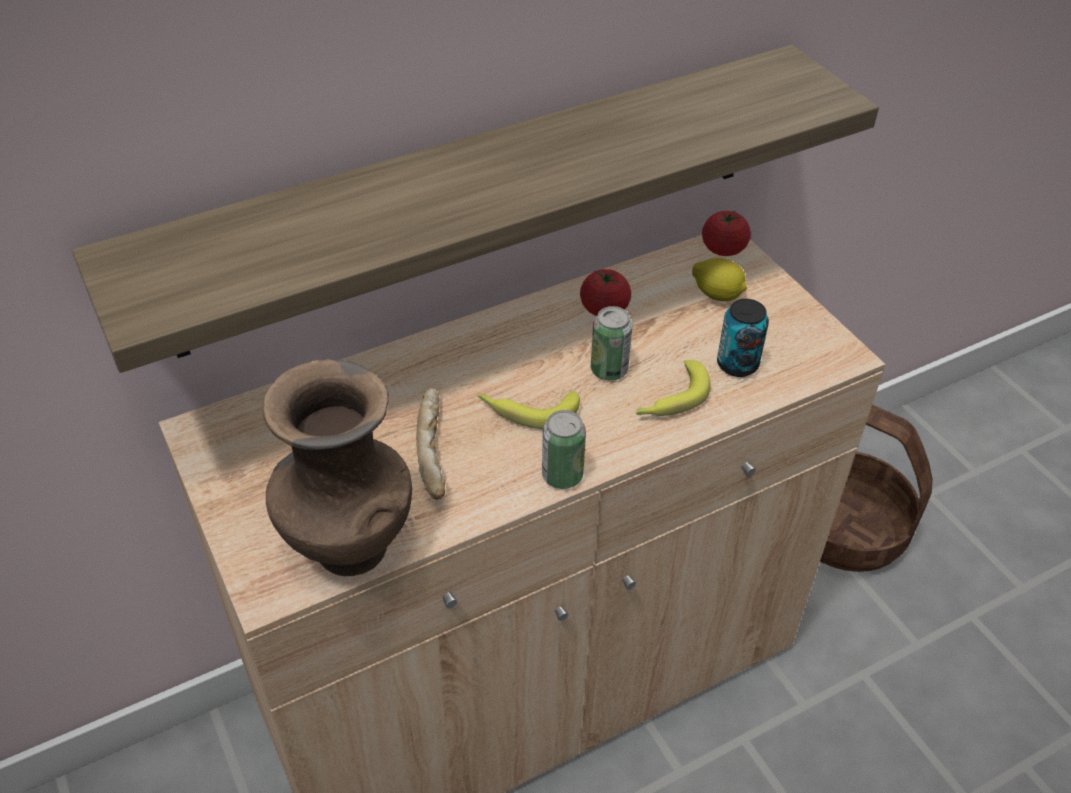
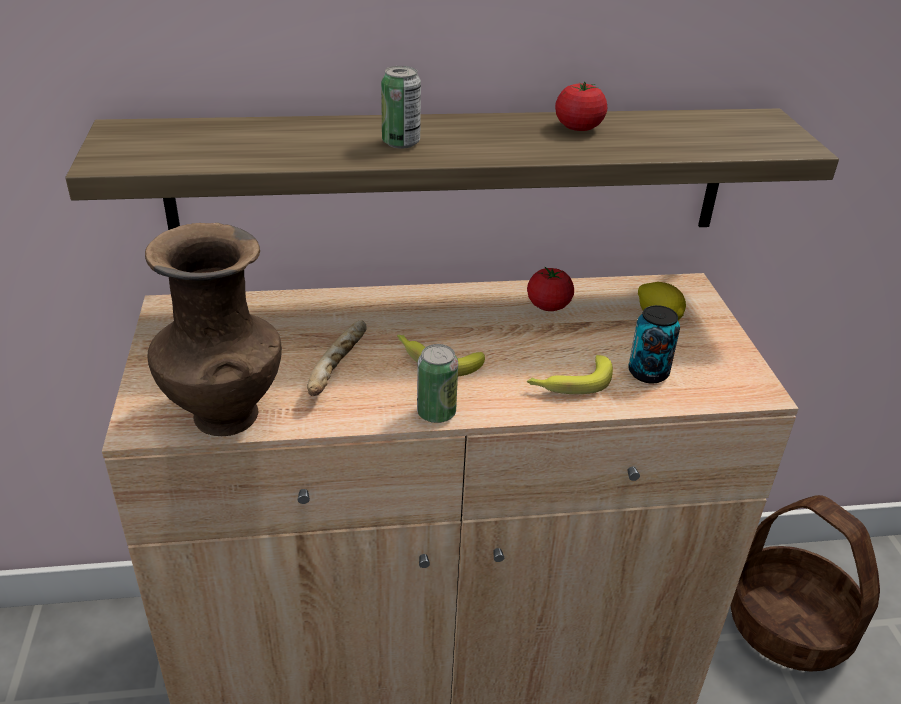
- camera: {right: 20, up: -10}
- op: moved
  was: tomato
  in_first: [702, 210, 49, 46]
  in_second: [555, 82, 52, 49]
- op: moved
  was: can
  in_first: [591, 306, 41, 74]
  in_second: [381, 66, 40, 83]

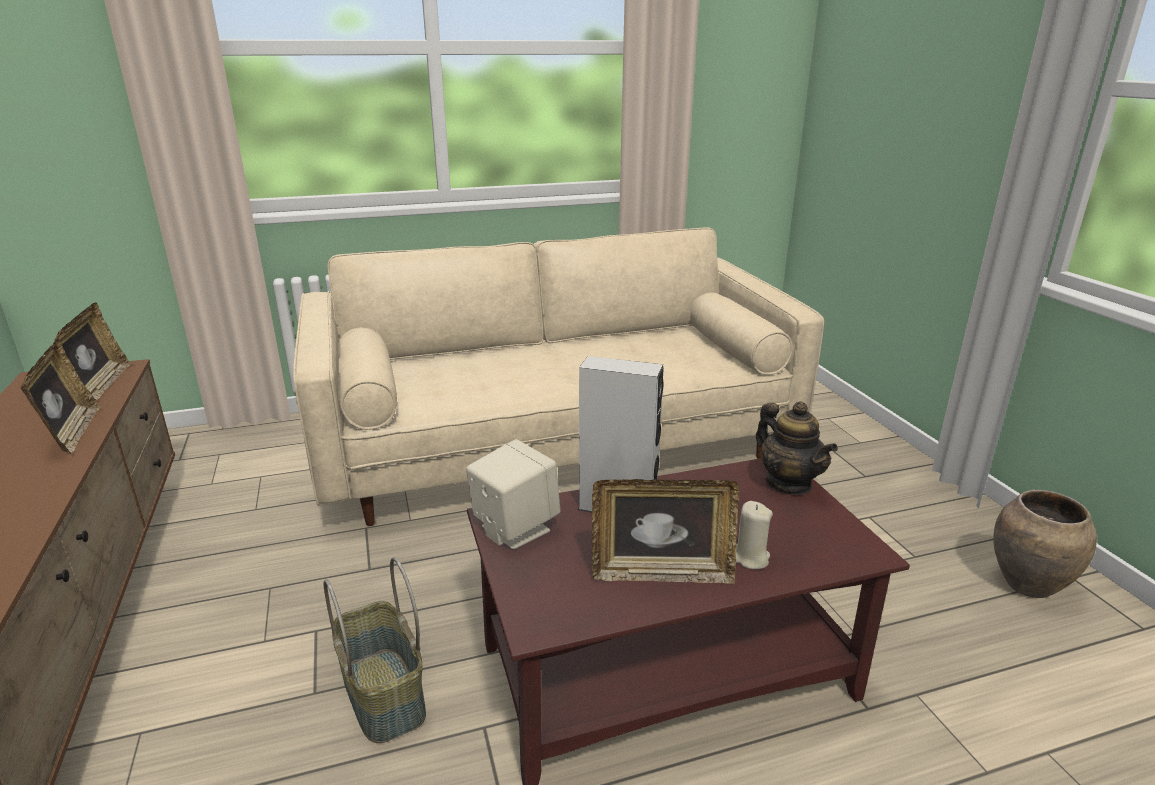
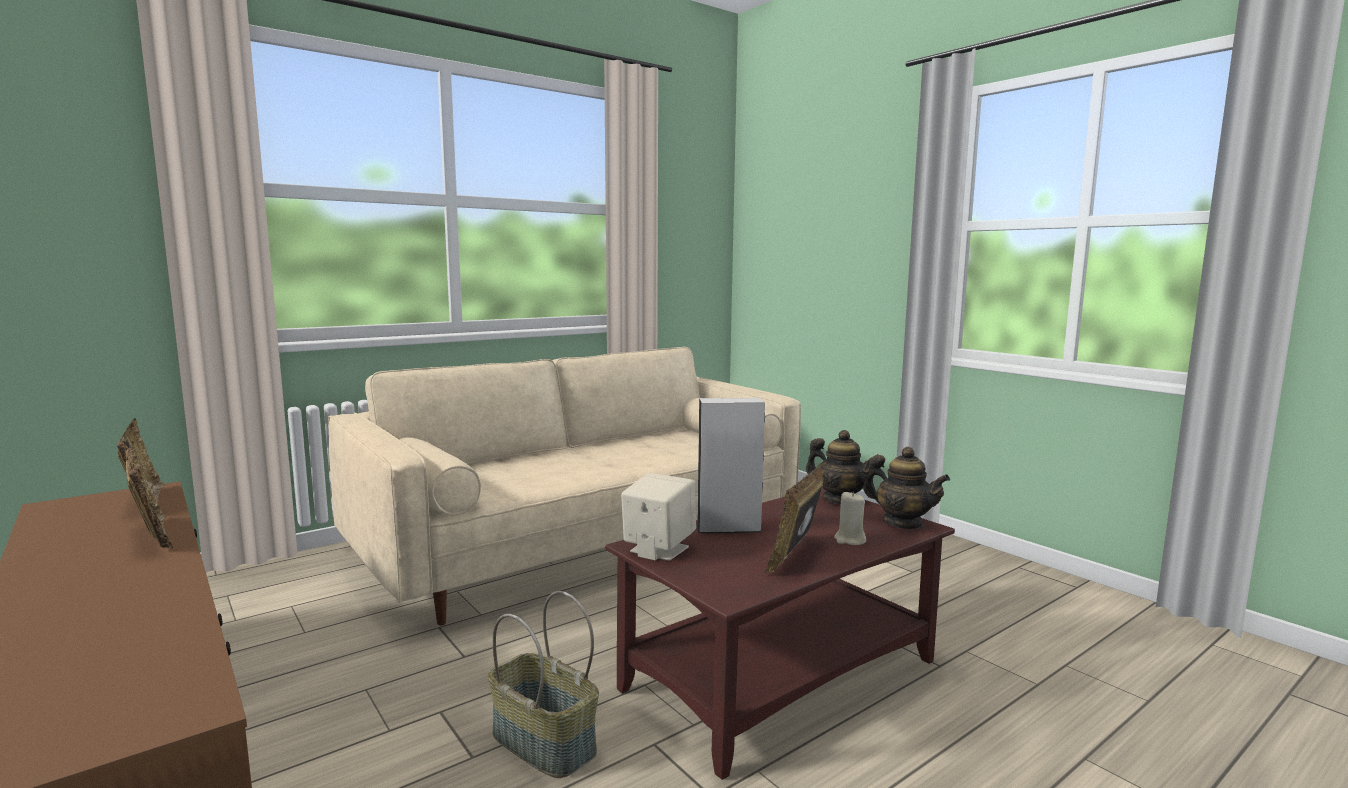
- camera: {right: -20, up: -15}
- op: turned
  was: picture frame
  in_first: [591, 479, 148, 105]
  in_second: [764, 463, 60, 110]
  clockwise: 135
- op: removed
  was: brown vase
  in_first: [993, 490, 104, 108]
- op: added
  now: teapot
  in_second: [863, 447, 87, 82]

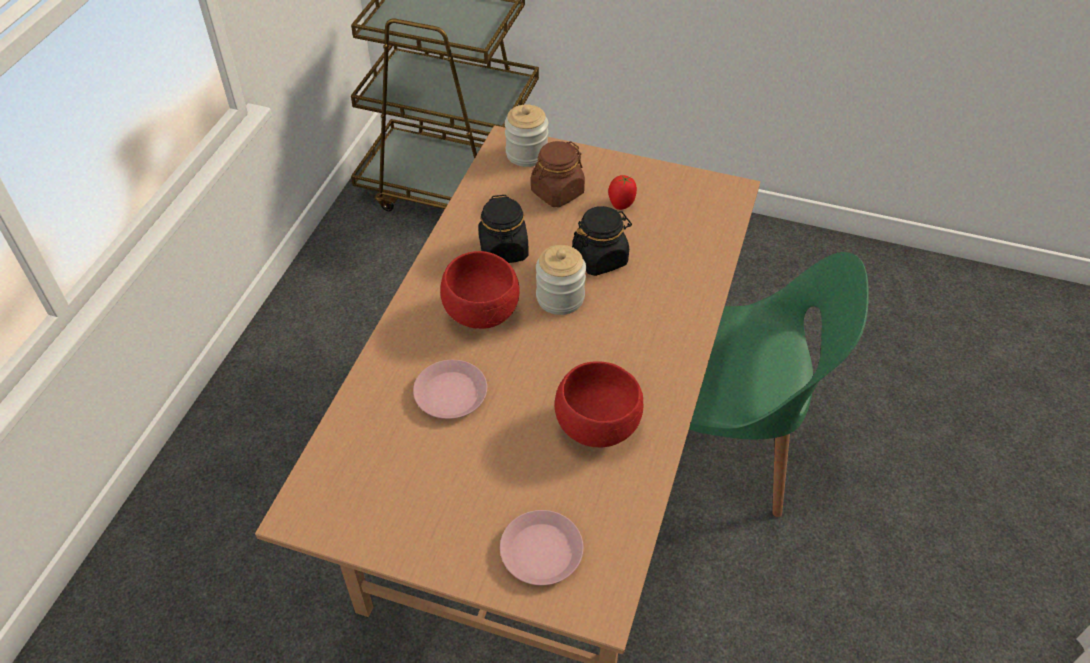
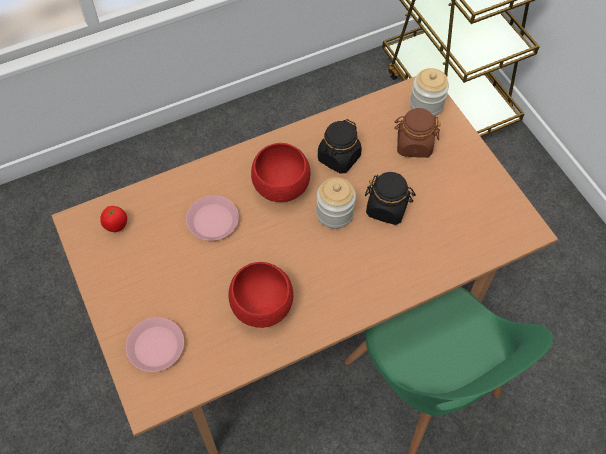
- camera: {right: 45, up: 10}
- op: moved
  was: tomato
  in_first: [608, 175, 29, 35]
  in_second: [100, 206, 27, 26]

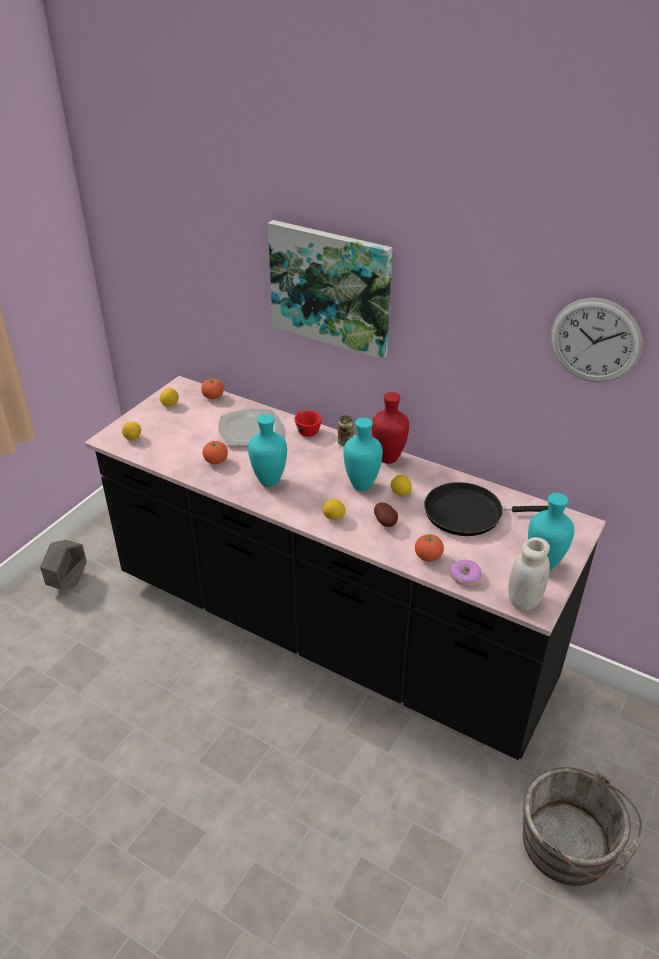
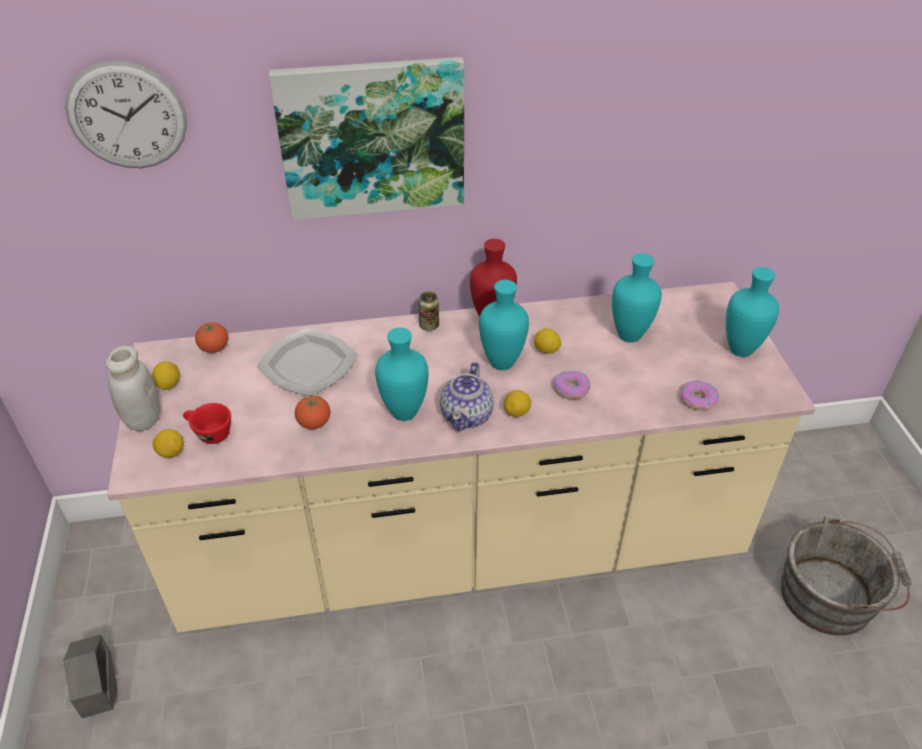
- camera: {right: -40, up: 5}
- op: moved
  was: wall clock
  in_first: [550, 298, 93, 84]
  in_second: [65, 61, 122, 107]
- op: recoloured
  was: black counter
  now: beige counter
  in_first: [85, 376, 521, 384]
  in_second: [107, 282, 709, 350]
- op: moved
  was: red cup
  in_first: [294, 411, 28, 26]
  in_second: [183, 403, 48, 41]
- op: replaced
  was: black frying pan
  now: turquoise vase
  in_first: [424, 482, 124, 54]
  in_second: [612, 253, 50, 90]
- op: replaced
  was: potato
  now: donut
  in_first: [374, 503, 24, 24]
  in_second: [553, 371, 37, 28]
- op: removed
  was: tomato
  in_first: [415, 534, 29, 28]
- op: moved
  was: white jar
  in_first: [509, 537, 41, 73]
  in_second: [106, 346, 54, 85]
- op: added
  now: teapot
  in_second: [440, 362, 54, 69]

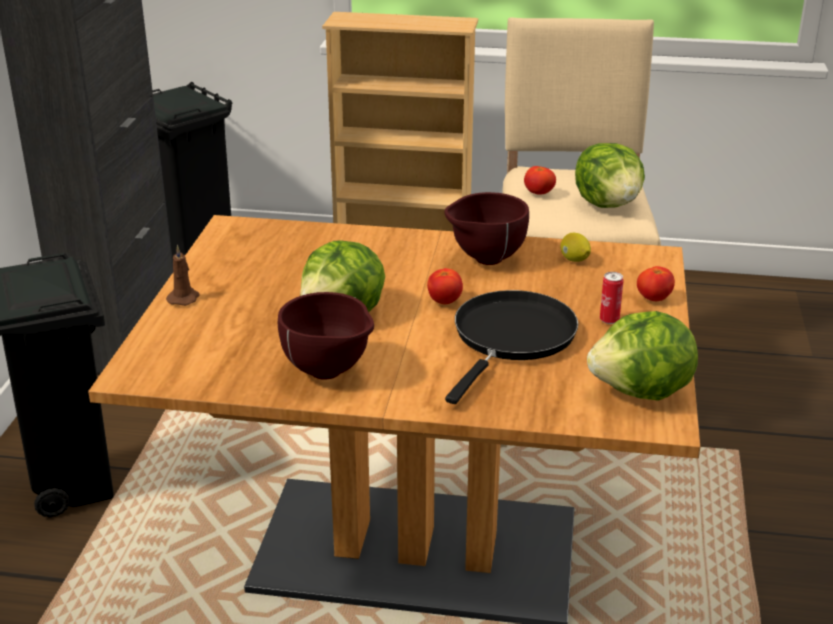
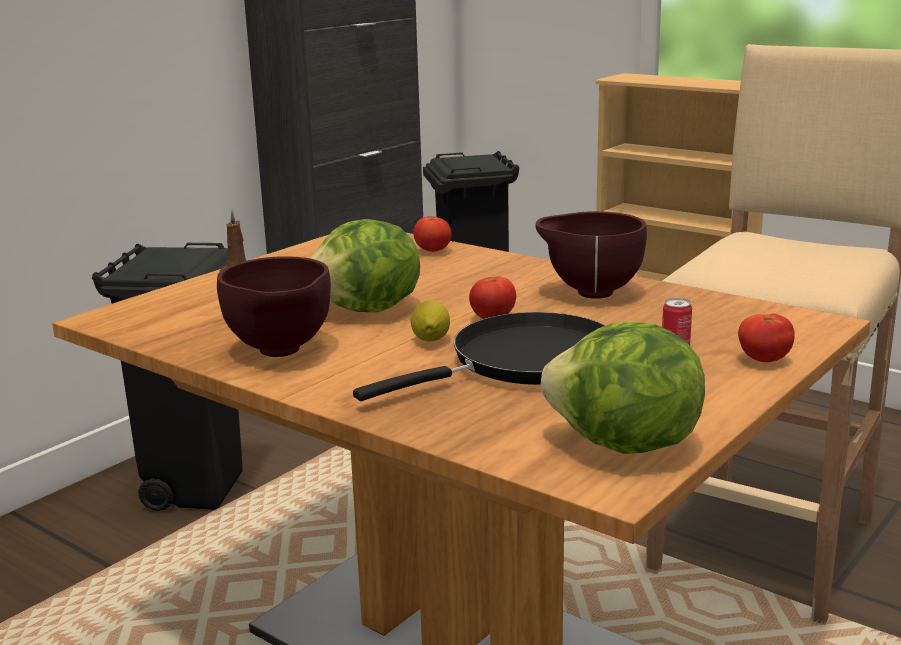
- camera: {right: 30, up: -10}
- op: removed
  was: lettuce
  in_first: [575, 143, 70, 65]
- op: moved
  was: tomato
  in_first: [524, 166, 32, 29]
  in_second: [413, 216, 38, 36]
- op: moved
  was: lemon
  in_first: [561, 233, 30, 29]
  in_second: [410, 300, 40, 41]

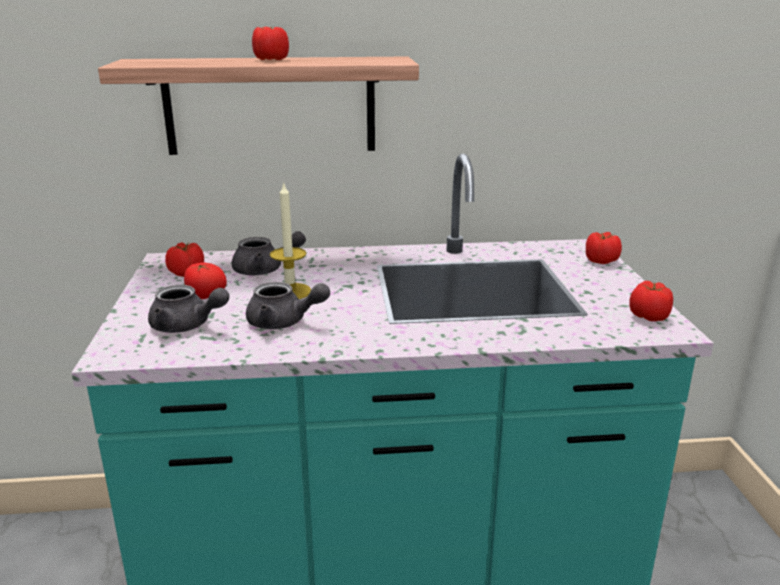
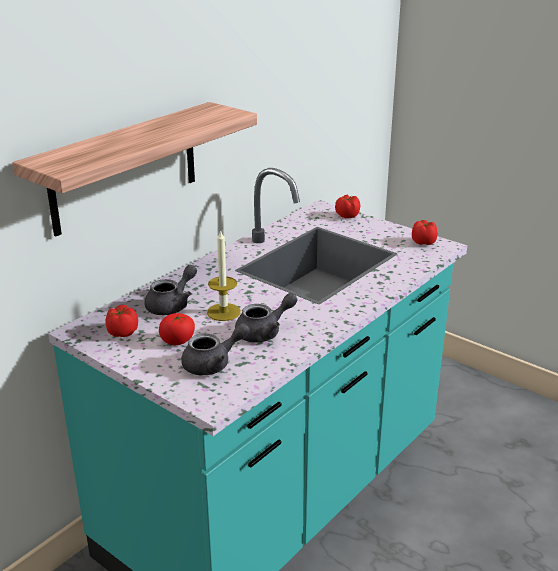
- camera: {right: -45, up: 5}
- op: removed
  was: tomato
  in_first: [252, 27, 37, 33]

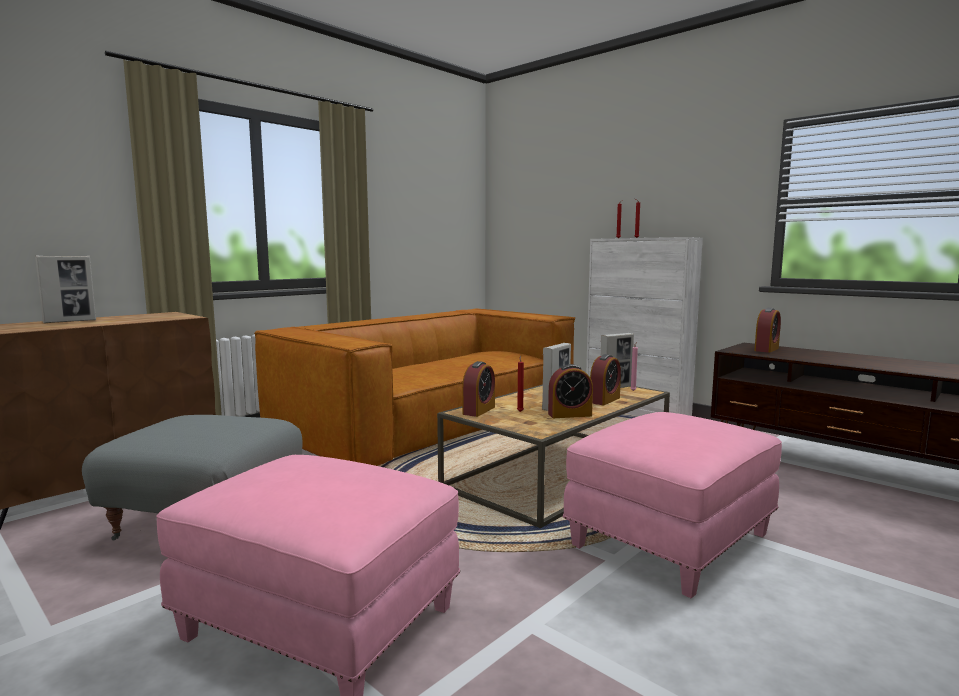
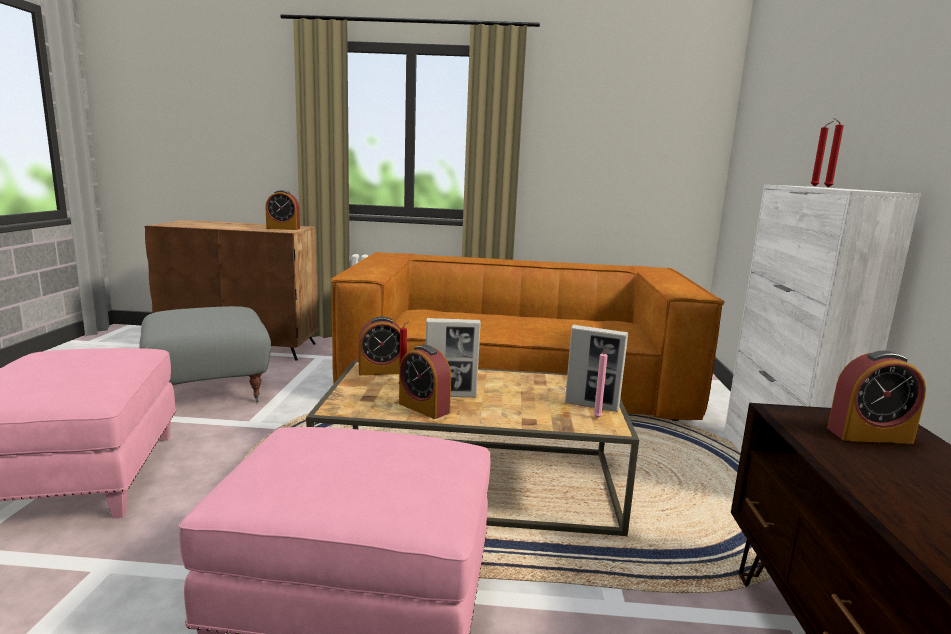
- camera: {right: 50, up: 5}
- op: removed
  was: picture frame
  in_first: [35, 255, 61, 68]
- op: moved
  was: alarm clock
  in_first: [590, 354, 31, 51]
  in_second: [265, 190, 35, 40]

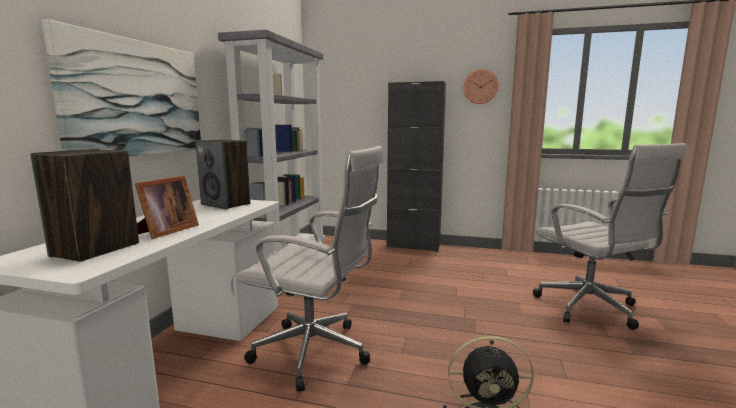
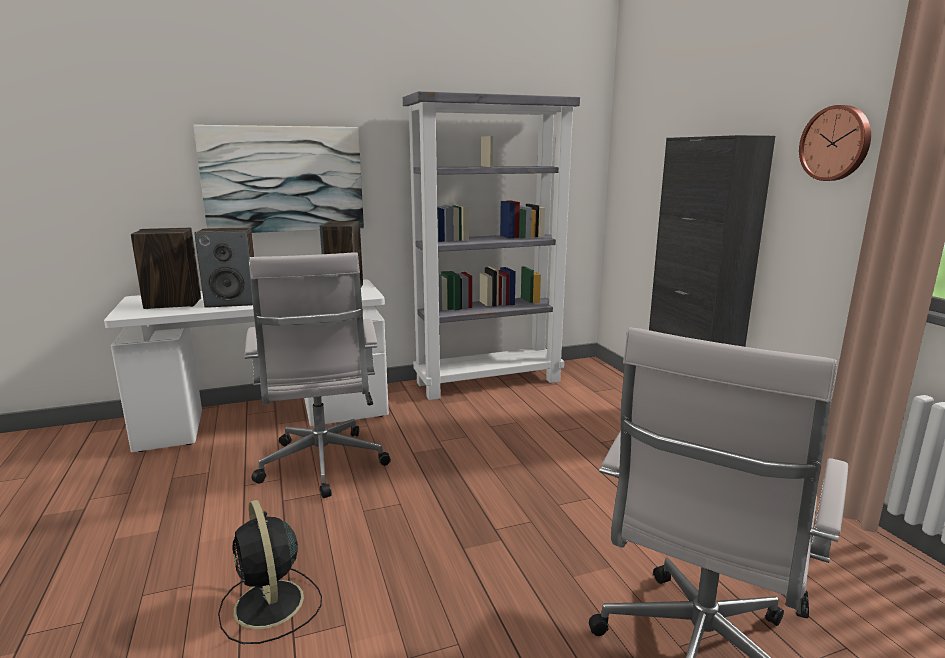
- camera: {right: 55, up: 5}
- op: replaced
  was: picture frame
  now: speaker
  in_first: [135, 176, 64, 63]
  in_second: [194, 227, 60, 81]

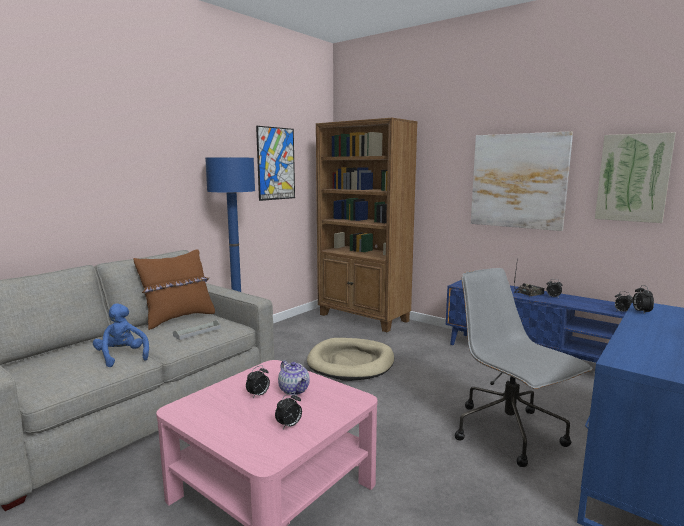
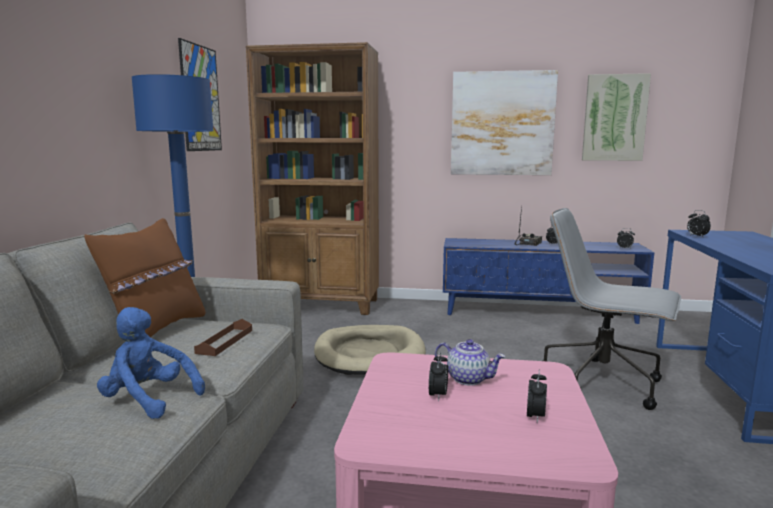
- camera: {right: -30, up: 0}
- op: recoloured
  was: grey tray
  now: brown tray
  in_first: [173, 320, 48, 20]
  in_second: [194, 319, 58, 37]

